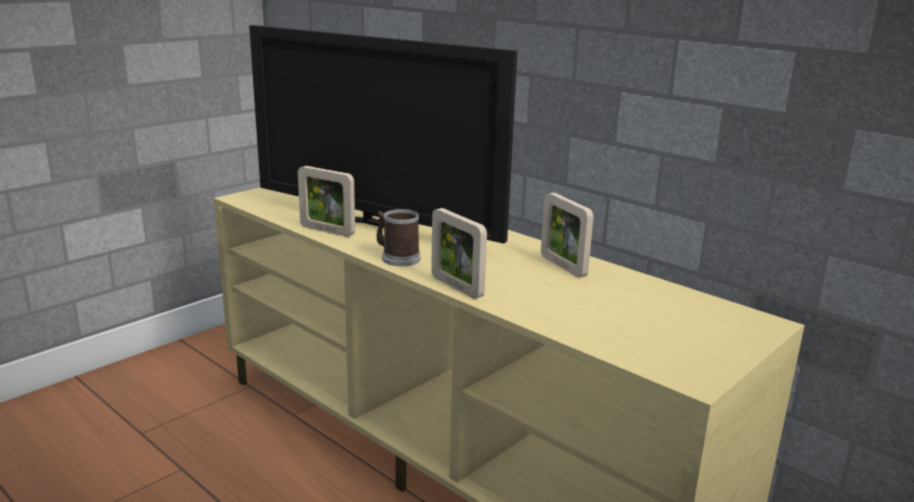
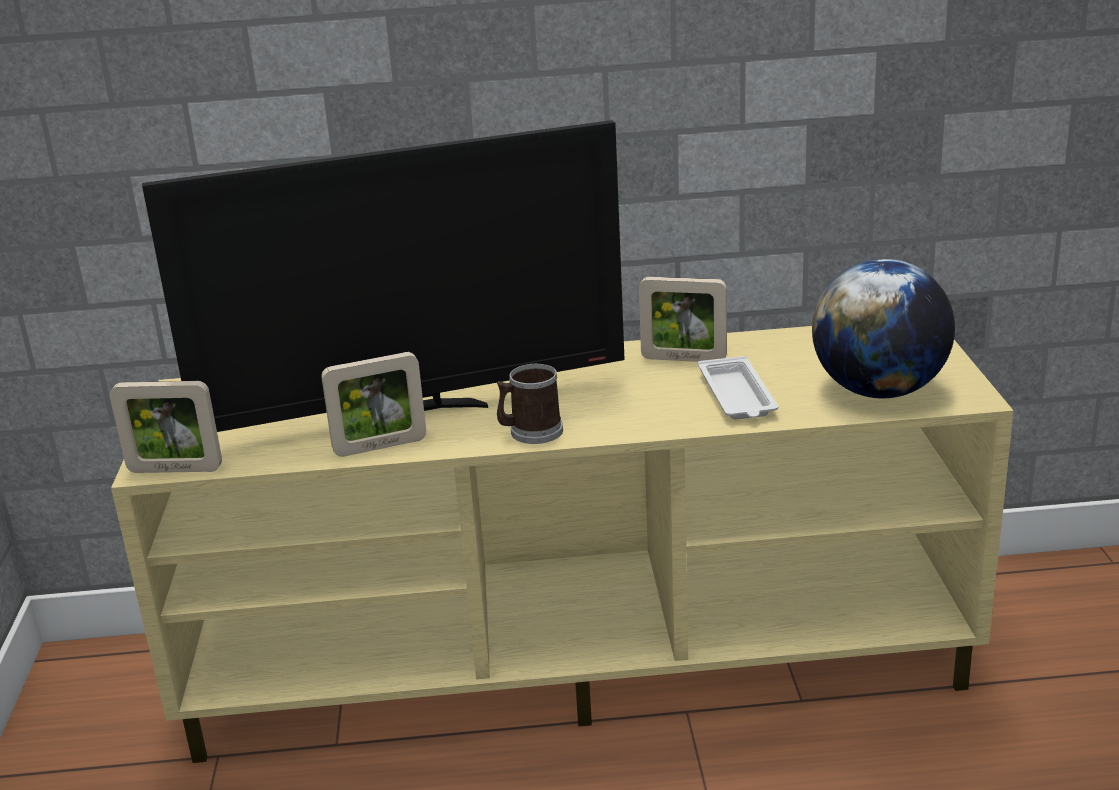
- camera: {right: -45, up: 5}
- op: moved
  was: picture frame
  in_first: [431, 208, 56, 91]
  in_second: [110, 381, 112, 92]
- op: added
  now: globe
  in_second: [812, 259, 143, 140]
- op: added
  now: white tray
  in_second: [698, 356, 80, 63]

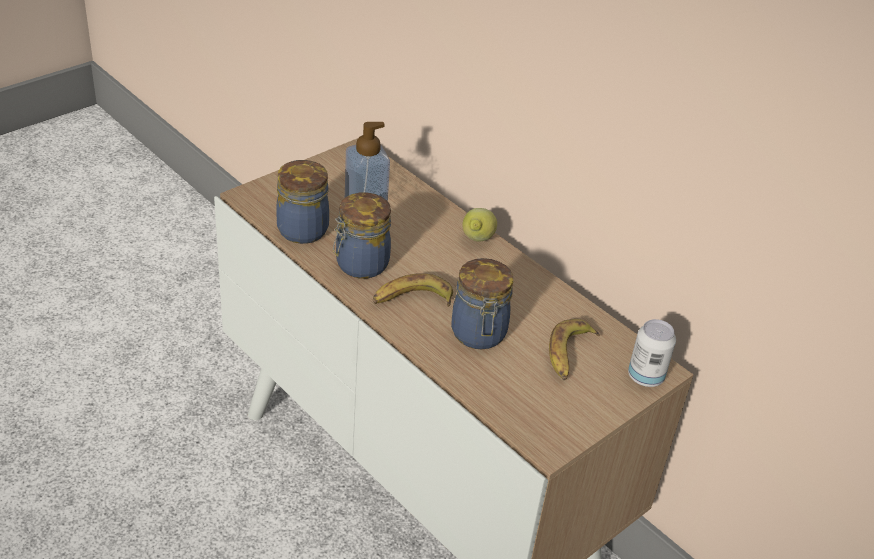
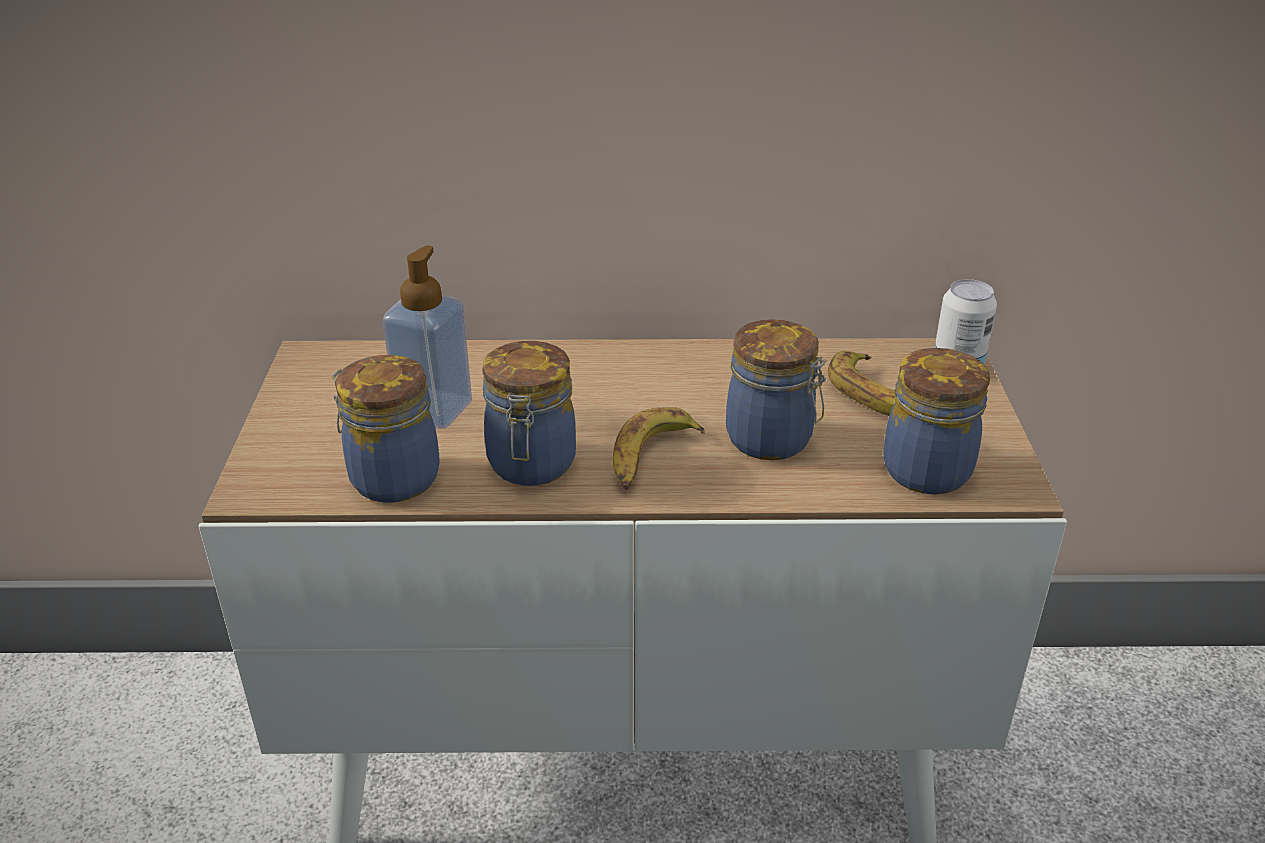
- camera: {right: -45, up: -5}
- op: removed
  was: lemon
  in_first: [462, 208, 35, 34]
- op: added
  now: jar
  in_second: [883, 348, 107, 146]

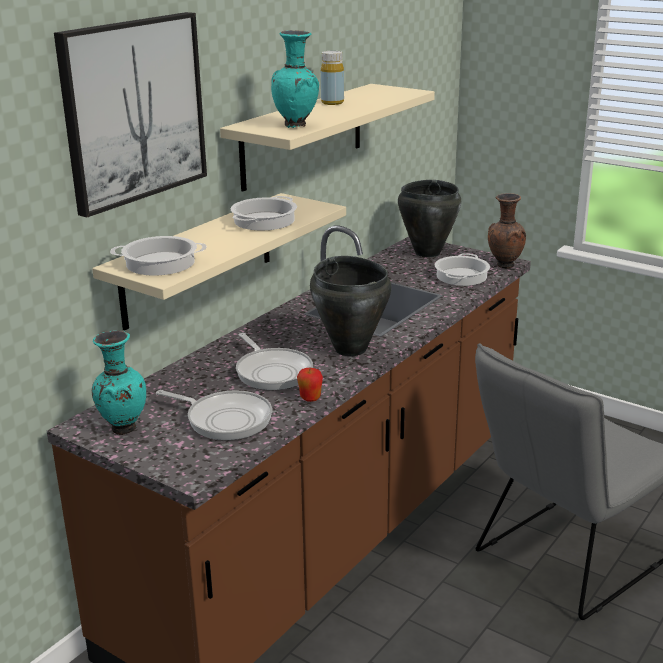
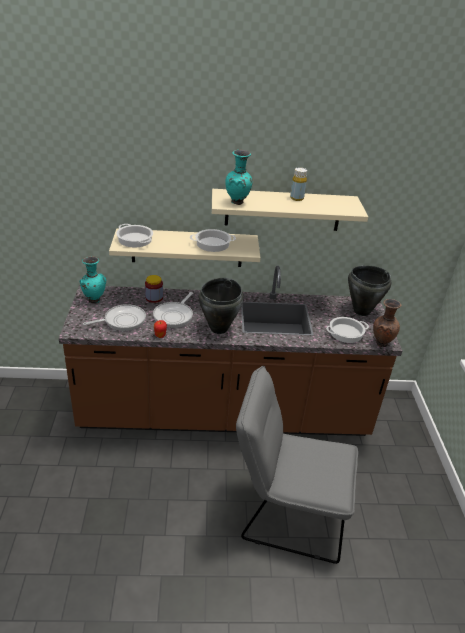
- camera: {right: 50, up: 10}
- op: removed
  was: picture
  in_first: [54, 12, 153, 206]
- op: turned
  was: frying pan
  in_first: [156, 390, 116, 50]
  in_second: [83, 304, 63, 27]
  clockwise: -105
- op: added
  now: jar
  in_second: [145, 275, 18, 28]

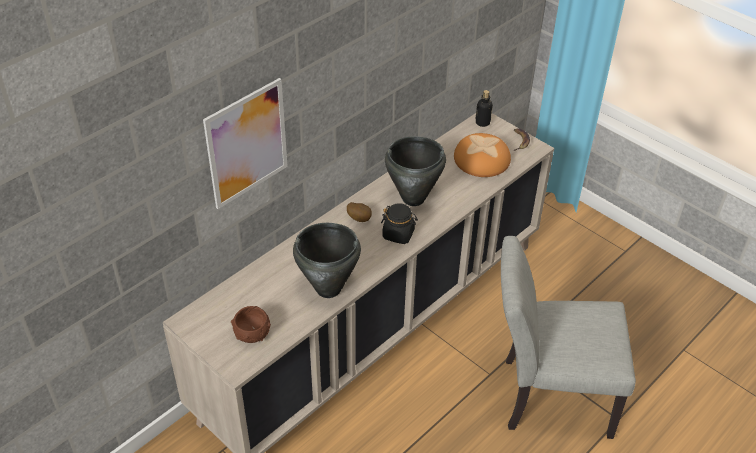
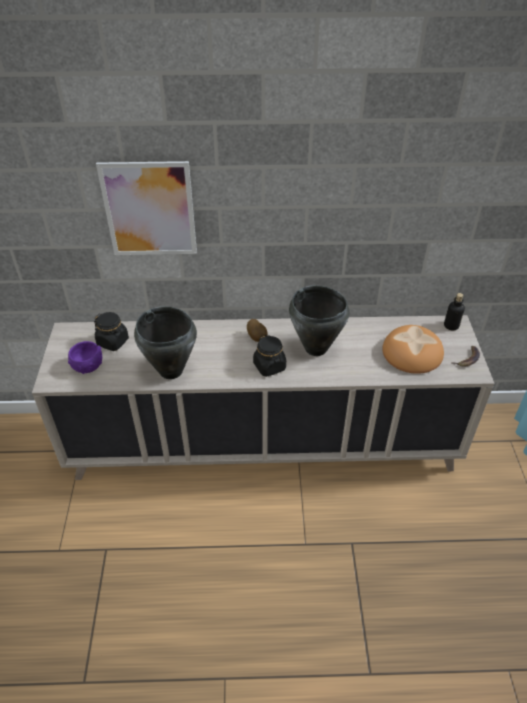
- camera: {right: 45, up: 0}
- op: removed
  was: grey chair
  in_first: [501, 236, 135, 203]
- op: recoloured
  was: brown bowl
  now: purple bowl
  in_first: [231, 306, 40, 37]
  in_second: [68, 341, 34, 33]
- op: added
  now: black jar
  in_second: [94, 312, 35, 39]

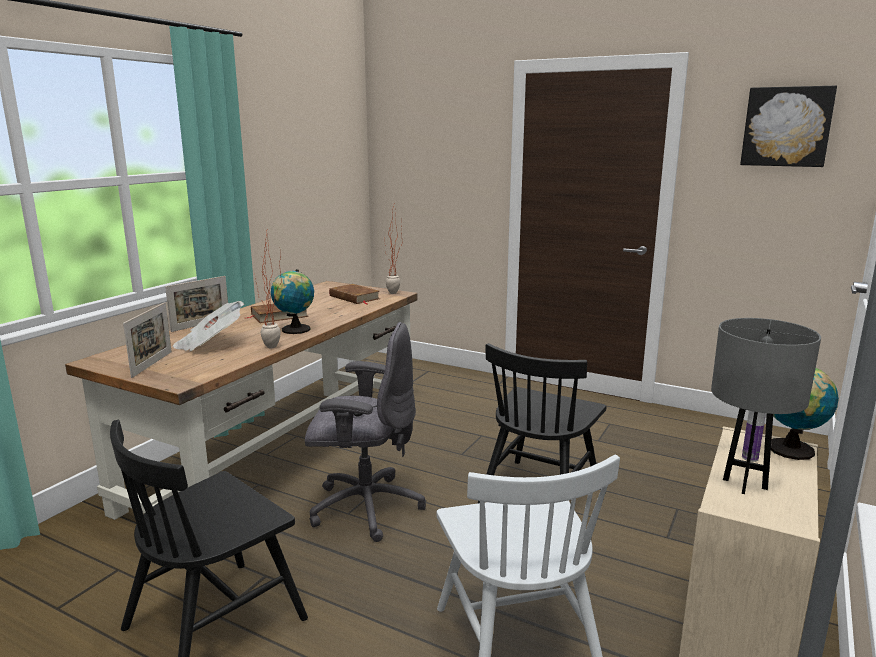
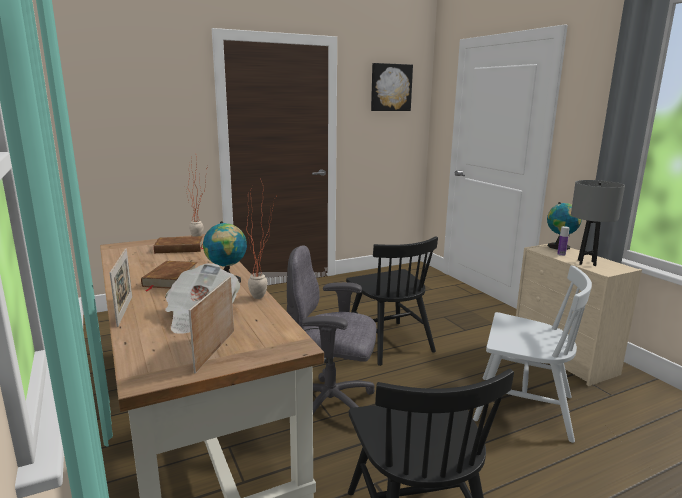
- camera: {right: -55, up: 0}
- op: turned
  was: picture frame
  in_first: [123, 302, 49, 76]
  in_second: [189, 276, 45, 97]
  clockwise: -120
- op: turned
  was: grey office chair
  in_first: [305, 322, 121, 220]
  in_second: [287, 245, 89, 169]
  clockwise: -120

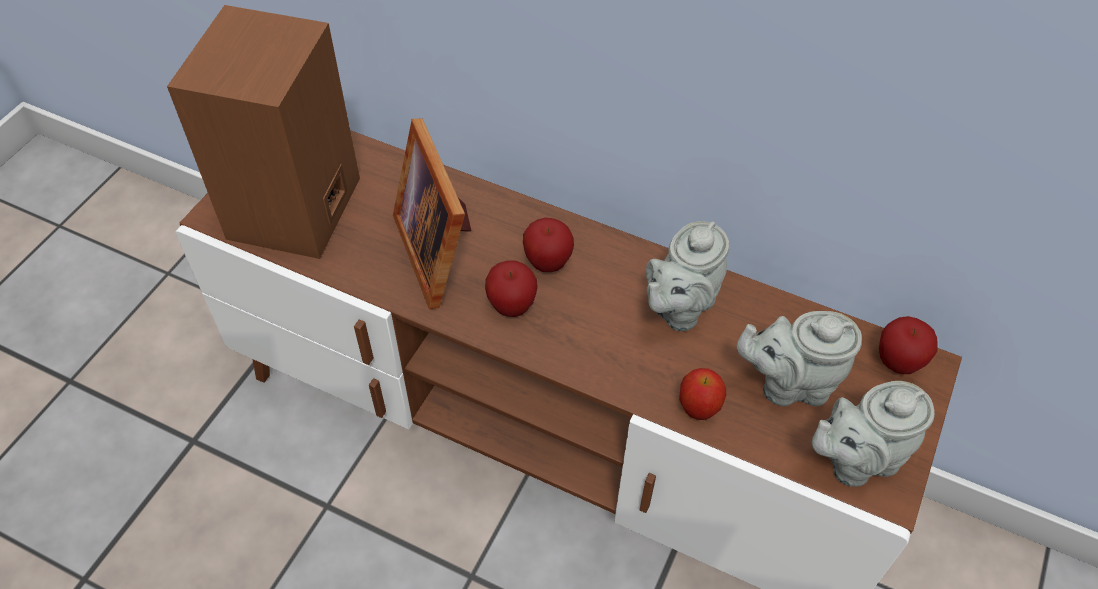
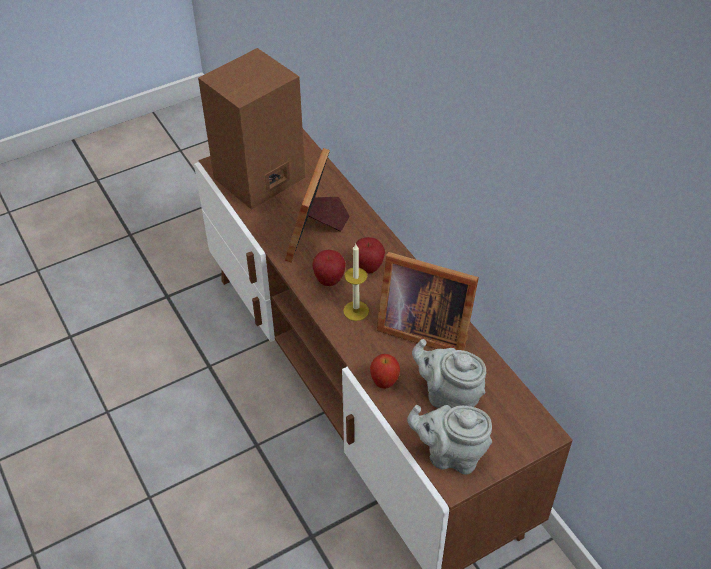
- camera: {right: 35, up: -5}
- op: replaced
  was: grey teapot
  now: picture frame
  in_first: [646, 221, 84, 110]
  in_second: [376, 252, 103, 99]
- op: removed
  was: apple
  in_first: [879, 316, 59, 58]
- op: added
  now: candle
  in_second: [343, 244, 26, 77]

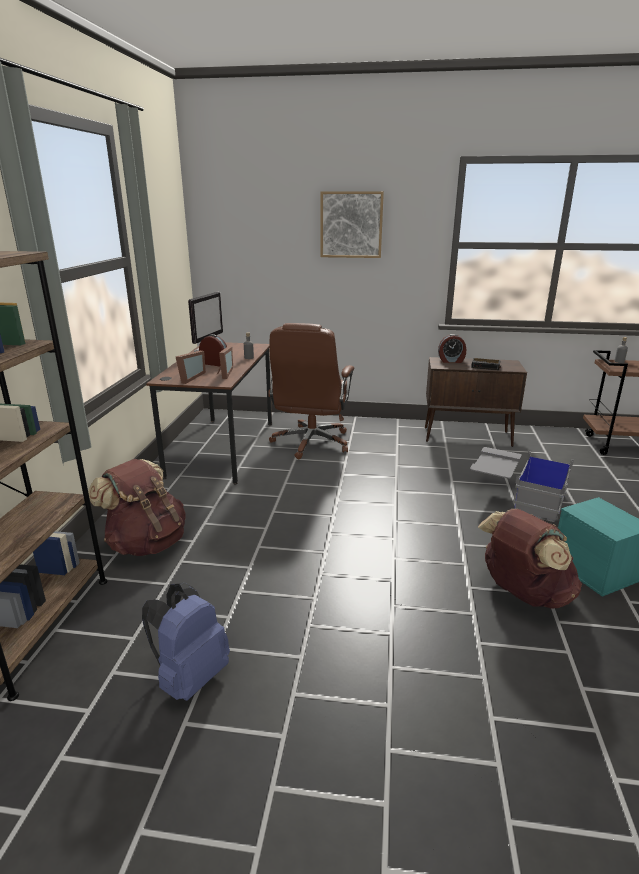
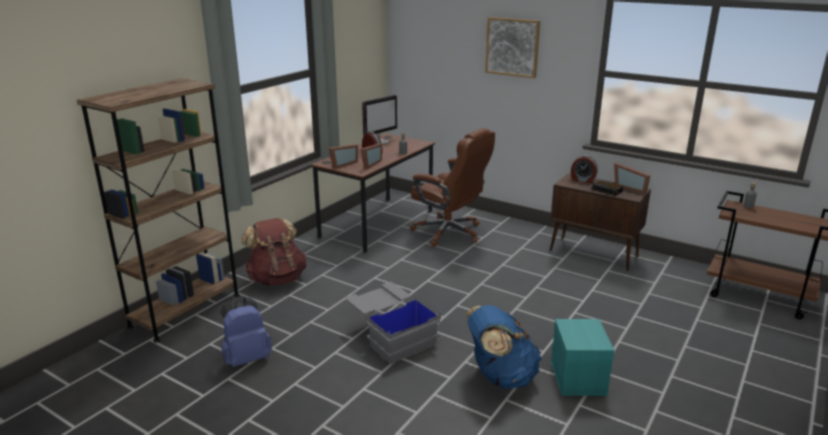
- camera: {right: 25, up: 0}
- op: turned
  was: brown office chair
  in_first: [268, 323, 86, 136]
  in_second: [410, 128, 85, 119]
  clockwise: -90
- op: moved
  was: grey storage box
  in_first: [470, 447, 104, 75]
  in_second: [345, 282, 96, 82]
- op: recoloured
  was: brown backpack
  now: blue backpack
  in_first: [478, 509, 104, 100]
  in_second: [466, 305, 76, 84]
- op: added
  now: picture frame
  in_second: [614, 163, 36, 31]

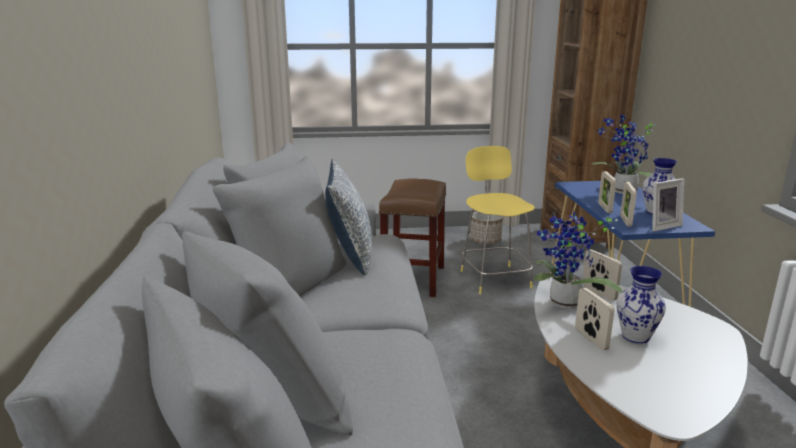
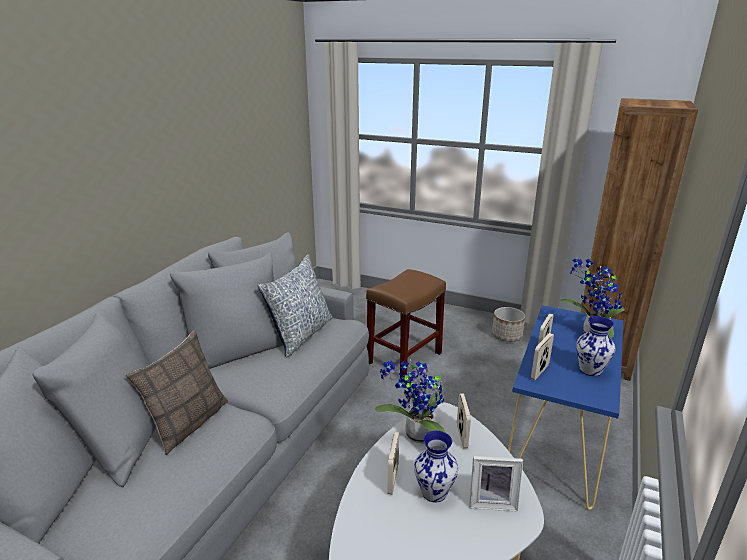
- camera: {right: 30, up: 5}
- op: removed
  was: yellow stool
  in_first: [461, 146, 74, 148]
- op: moved
  was: picture frame
  in_first: [652, 178, 32, 53]
  in_second: [469, 456, 54, 56]
- op: added
  now: pillow
  in_second: [125, 330, 103, 125]

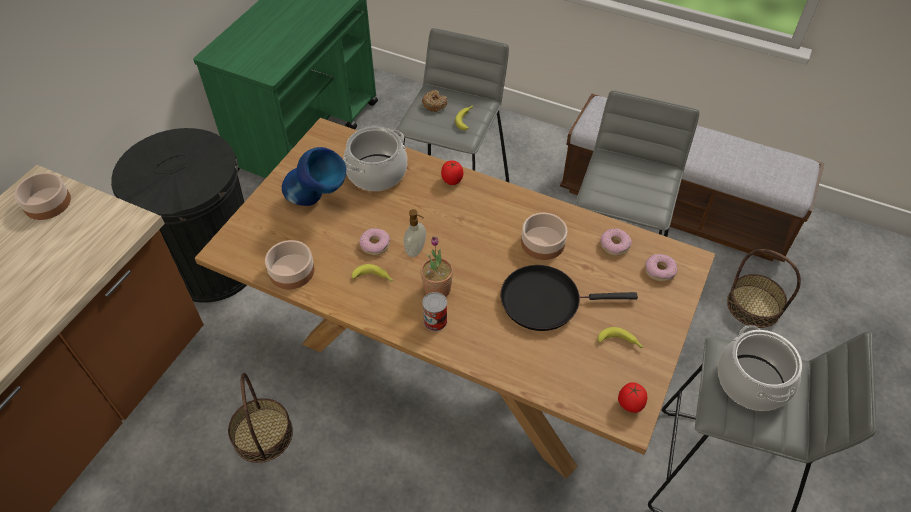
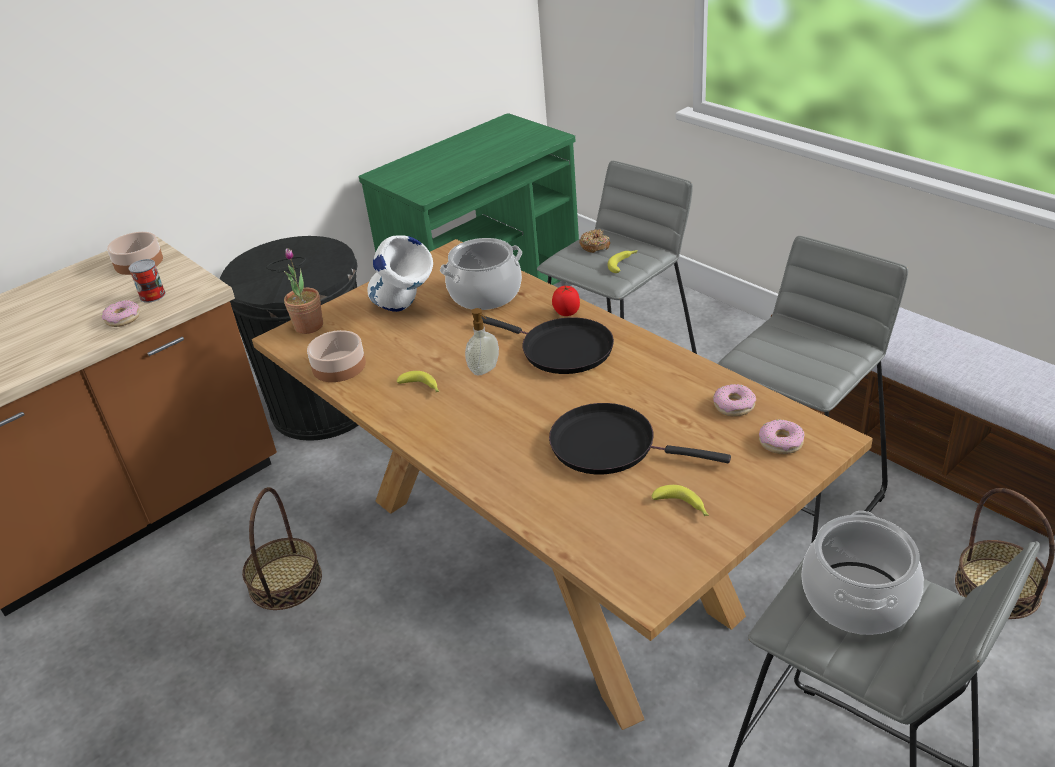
- camera: {right: 25, up: -15}
- op: recoloured
  was: blue vase
  now: white vase
  in_first: [282, 147, 64, 59]
  in_second: [368, 235, 65, 77]
- op: removed
  was: bowl
  in_first: [521, 213, 46, 47]
- op: moved
  was: donut
  in_first: [359, 228, 31, 27]
  in_second: [102, 300, 38, 27]
- op: moved
  was: potted plant
  in_first: [420, 236, 33, 61]
  in_second: [284, 248, 39, 86]
- op: moved
  was: can
  in_first: [422, 292, 25, 39]
  in_second: [129, 259, 37, 44]
- op: removed
  was: tomato
  in_first: [618, 382, 29, 31]
- op: added
  now: black frying pan
  in_second: [481, 316, 133, 58]

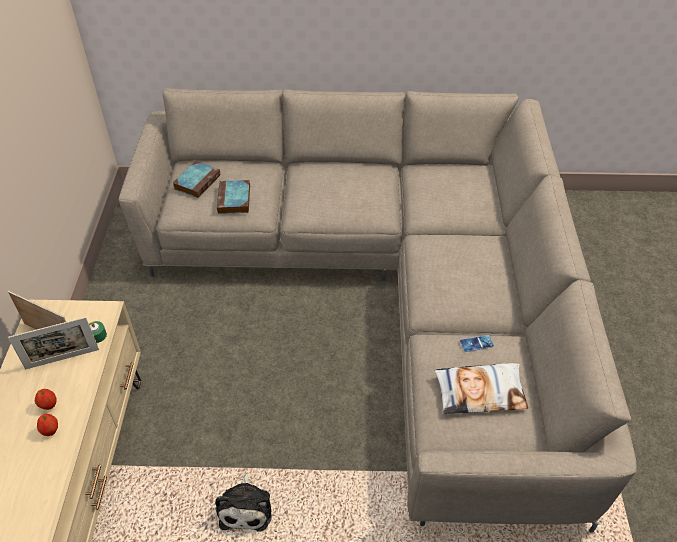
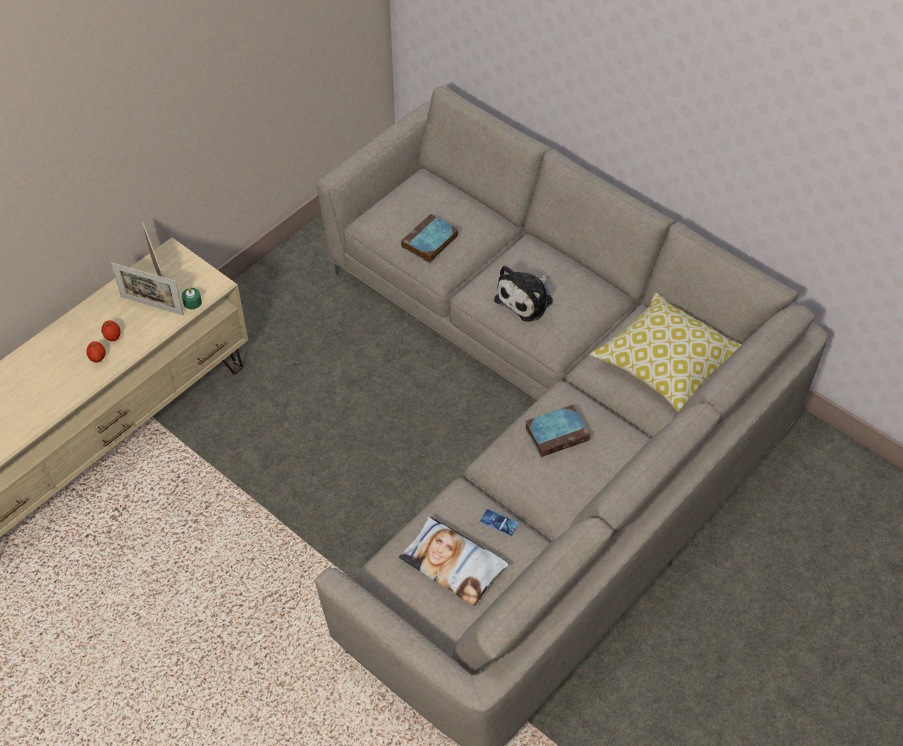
- camera: {right: 40, up: 5}
- op: moved
  was: book
  in_first: [173, 161, 47, 37]
  in_second: [525, 405, 65, 52]
- op: moved
  was: plush toy
  in_first: [215, 472, 57, 60]
  in_second: [494, 266, 59, 56]
- op: added
  now: pillow
  in_second: [590, 293, 151, 119]

